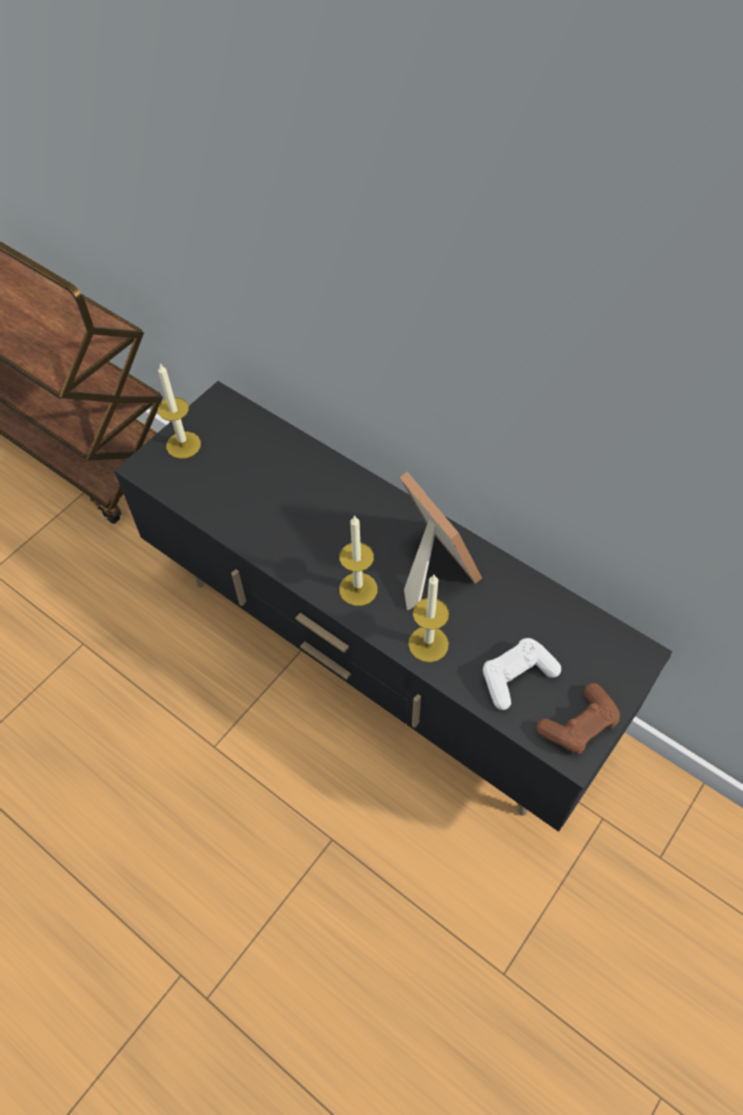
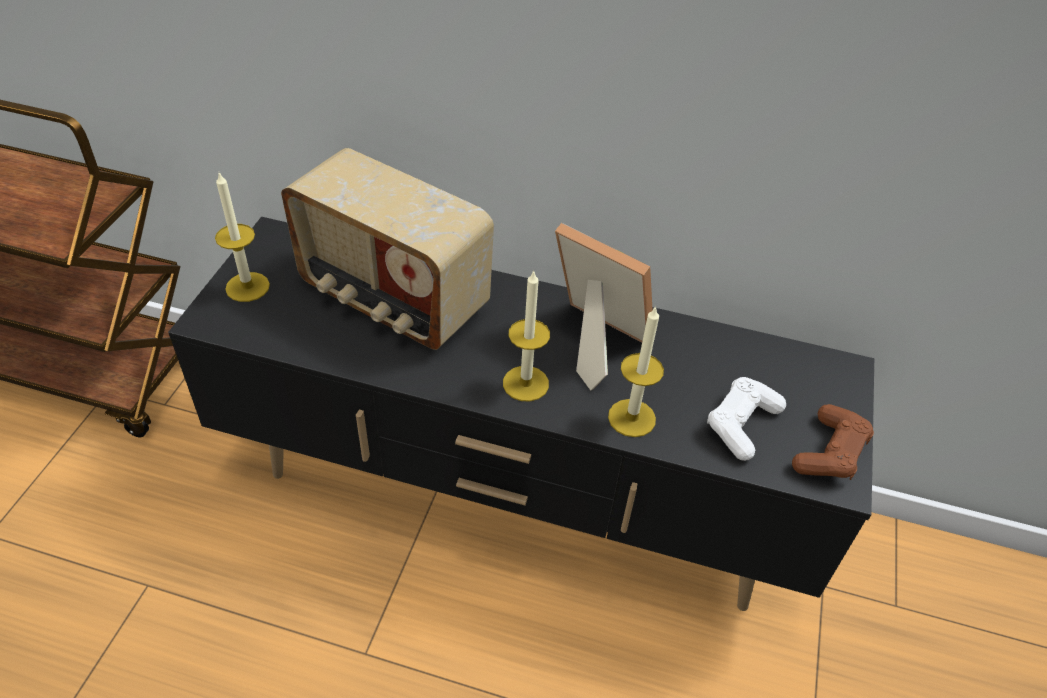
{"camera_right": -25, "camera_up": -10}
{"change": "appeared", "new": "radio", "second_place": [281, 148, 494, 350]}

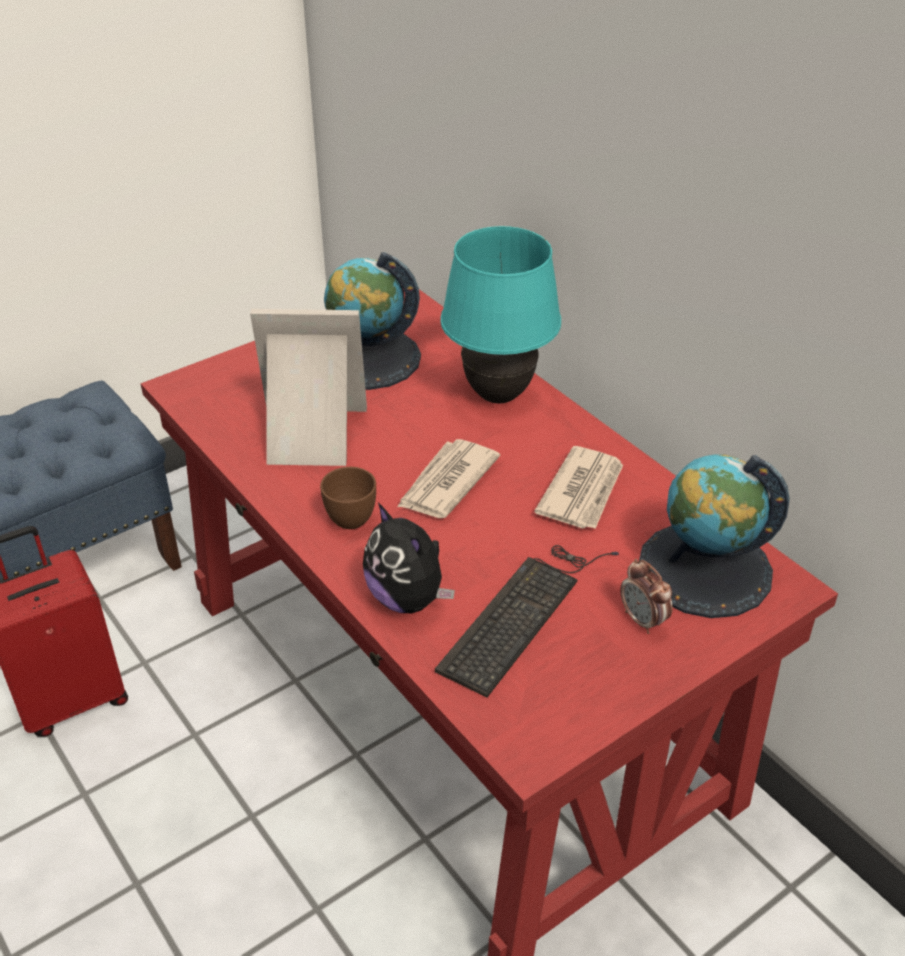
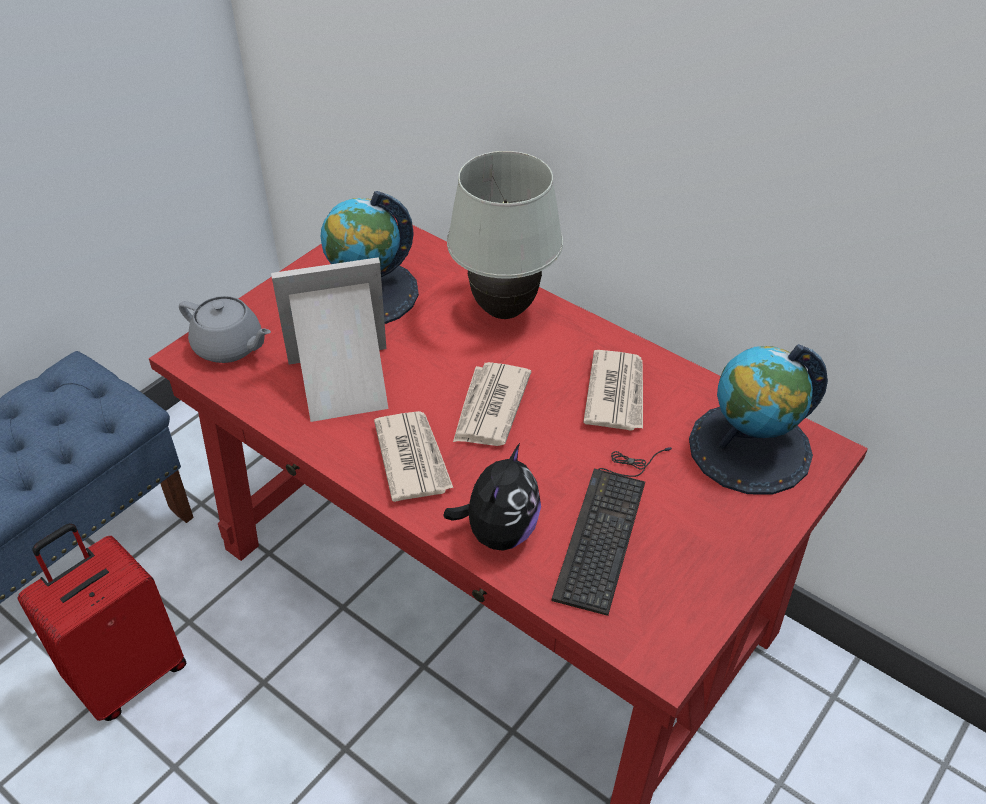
{"camera_right": -15, "camera_up": 5}
{"change": "colour", "old": "lampa stołowa (turkusowy)", "new": "lampa stołowa (biały)", "first_place": [440, 226, 561, 403], "second_place": [447, 151, 563, 319]}
{"change": "exchanged", "old": "filiżanka (brązowy)", "new": "gazeta", "first_place": [320, 467, 376, 529], "second_place": [374, 411, 453, 502]}
{"change": "spun", "old": "pluszak", "first_place": [363, 503, 455, 613], "second_place": [443, 443, 541, 551], "degrees": -105}
{"change": "missing", "old": "budzik", "first_place": [620, 559, 673, 634]}
{"change": "appeared", "new": "imbryk (szary)", "second_place": [179, 296, 271, 363]}

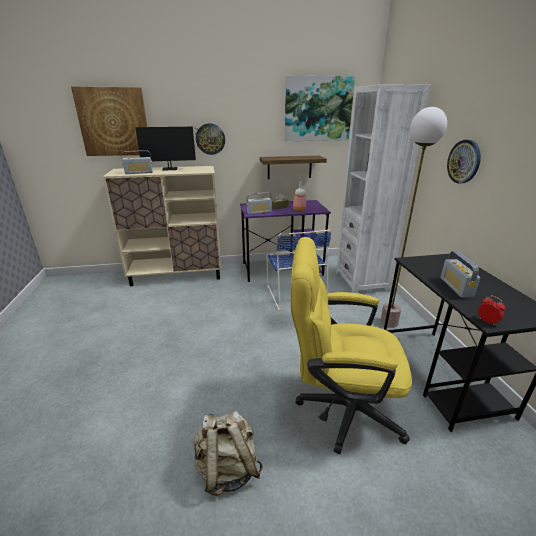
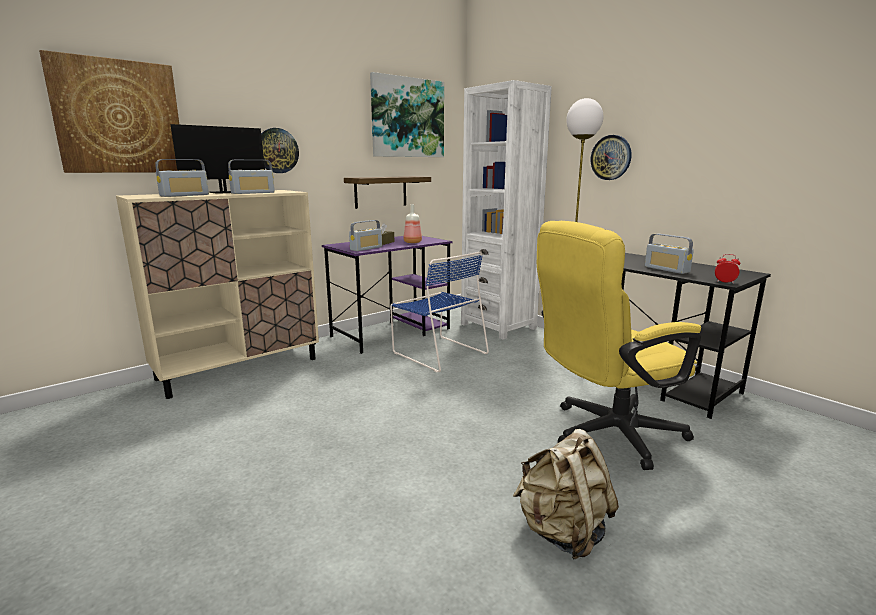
{"camera_right": -30, "camera_up": -10}
{"change": "appeared", "new": "radio", "second_place": [228, 160, 275, 194]}

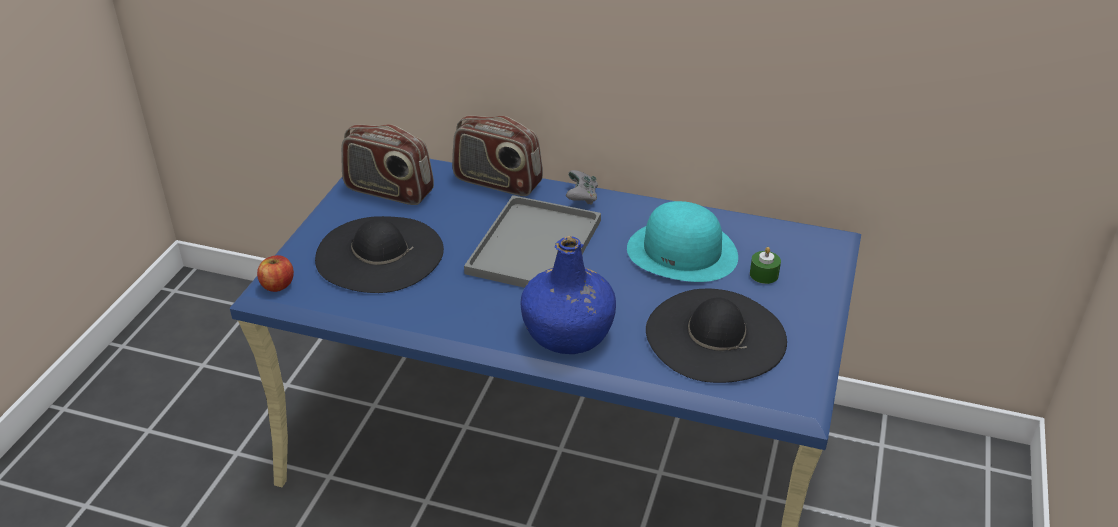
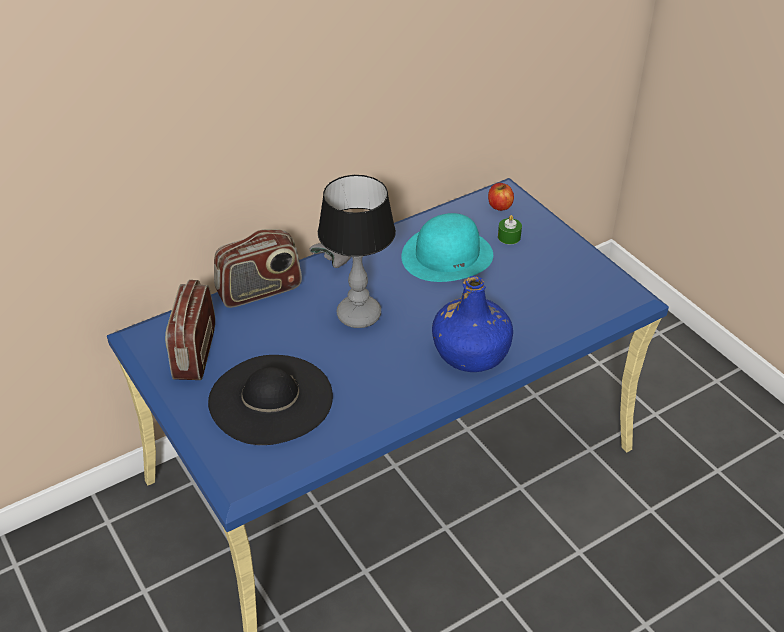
{"camera_right": -50, "camera_up": 5}
{"change": "spun", "old": "radio", "first_place": [341, 124, 434, 205], "second_place": [165, 280, 215, 380], "degrees": 120}
{"change": "exchanged", "old": "taca (szary)", "new": "lampa stołowa", "first_place": [464, 195, 601, 288], "second_place": [318, 175, 396, 328]}
{"change": "relocated", "old": "jabłko", "first_place": [257, 255, 294, 292], "second_place": [488, 183, 514, 211]}
{"change": "missing", "old": "kapelusz (czarny)", "first_place": [646, 289, 787, 383]}

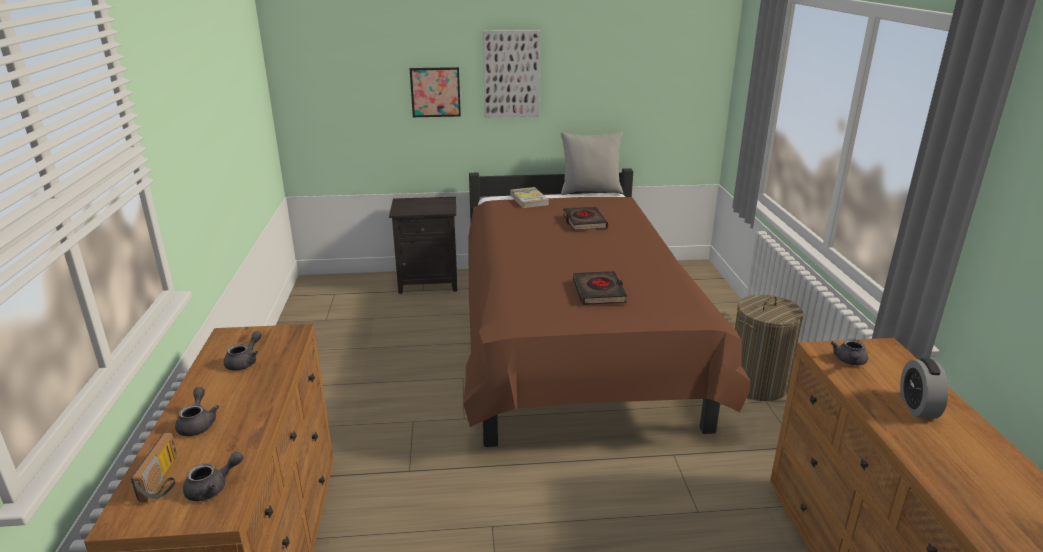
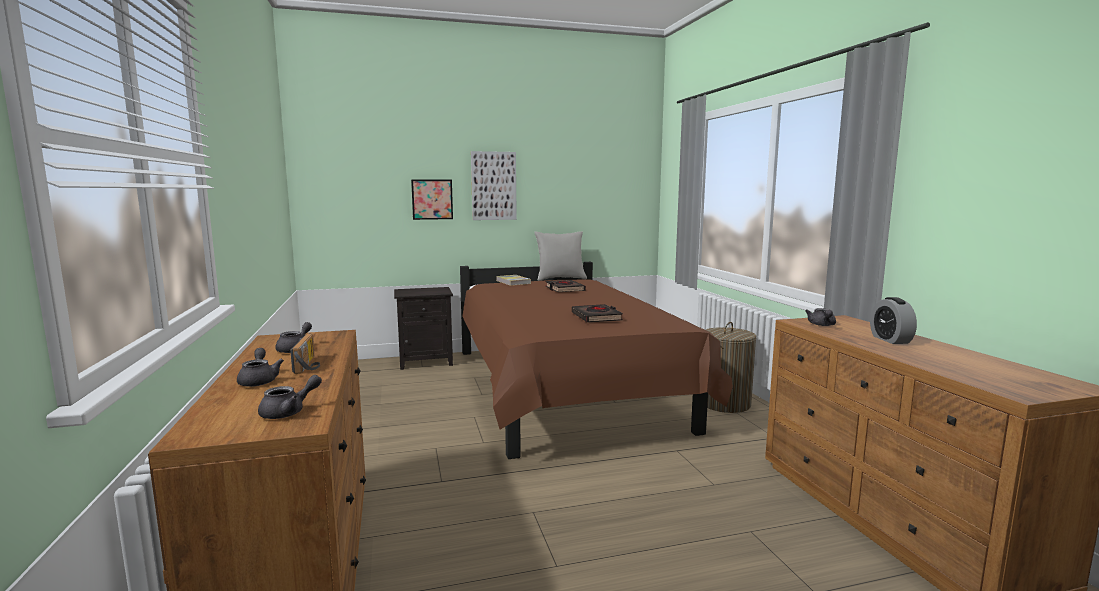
{"camera_right": -10, "camera_up": -15}
{"change": "relocated", "old": "radio", "first_place": [131, 433, 178, 502], "second_place": [290, 334, 320, 374]}

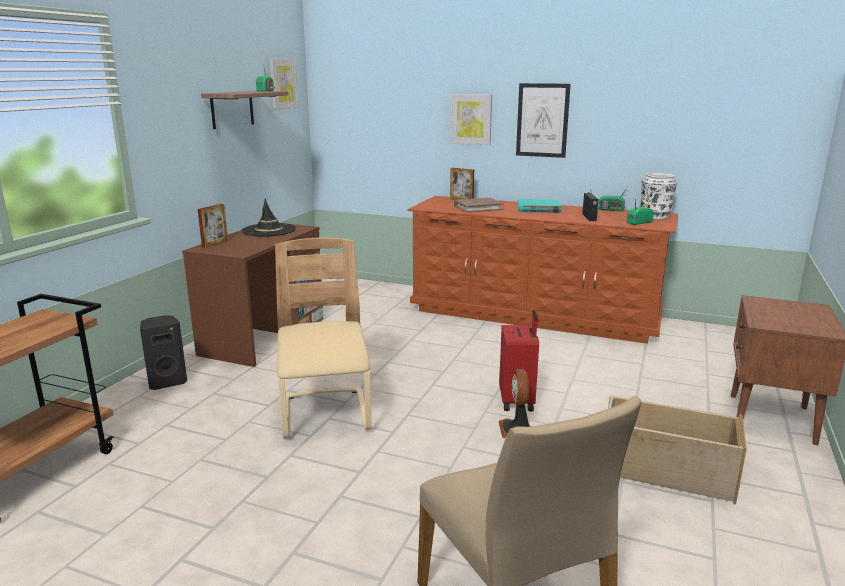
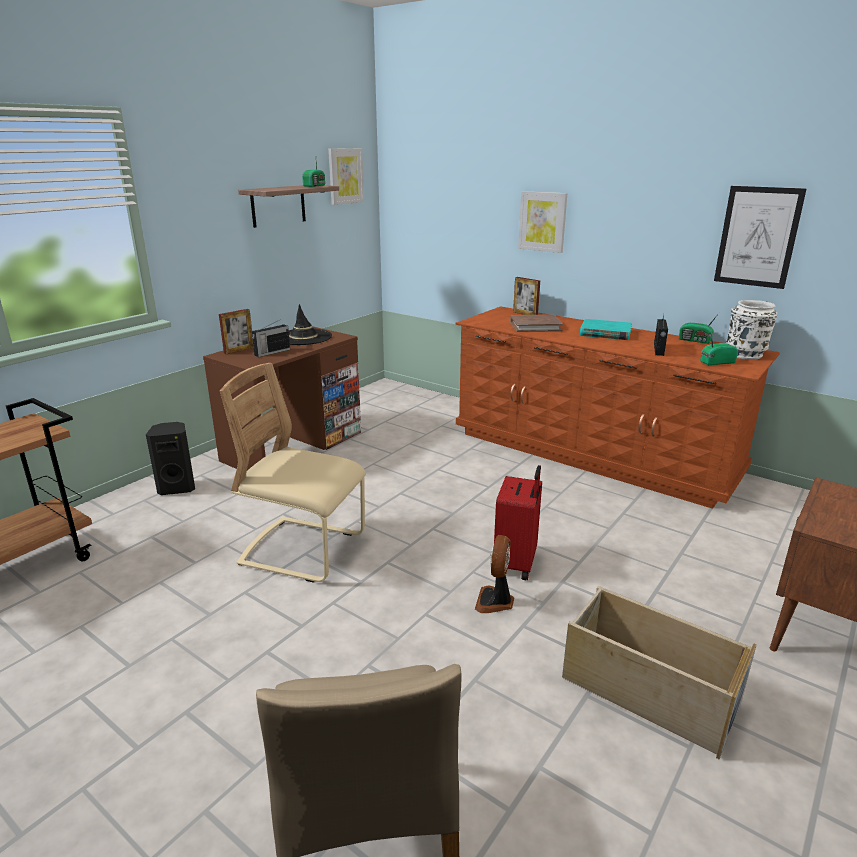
{"camera_right": 15, "camera_up": 5}
{"change": "relocated", "old": "obraz", "first_place": [516, 83, 571, 158], "second_place": [714, 186, 806, 289]}
{"change": "spun", "old": "krzesło (beżowy)", "first_place": [275, 238, 371, 438], "second_place": [220, 363, 366, 583], "degrees": -75}
{"change": "appeared", "new": "radio", "second_place": [251, 321, 290, 357]}

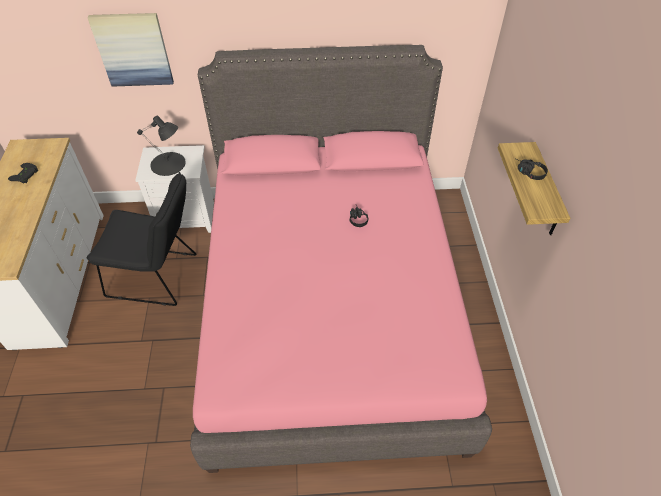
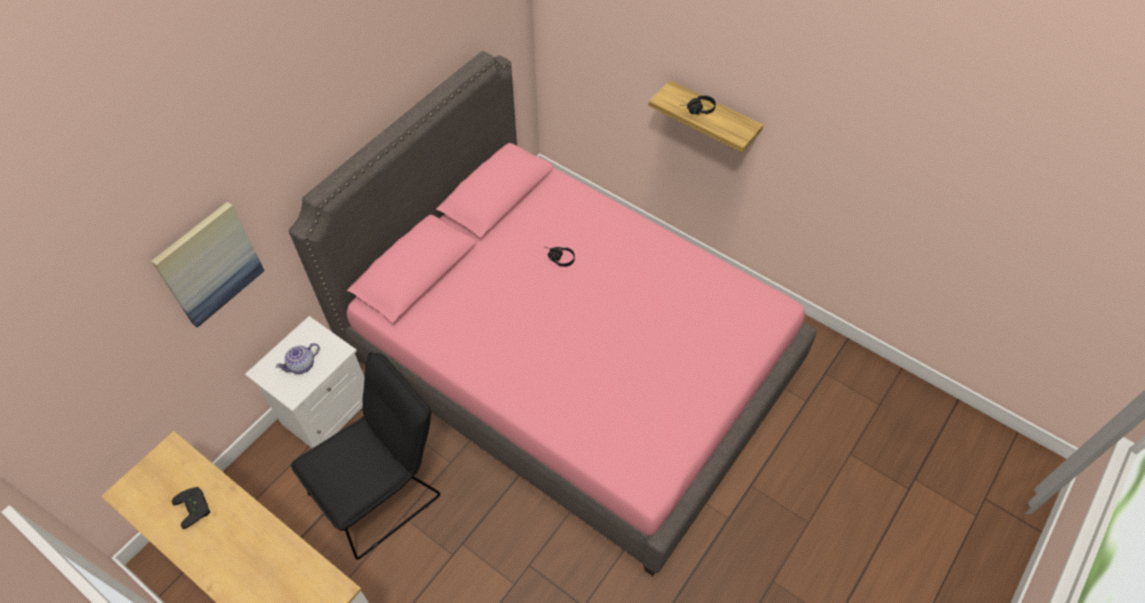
{"camera_right": -50, "camera_up": 5}
{"change": "exchanged", "old": "lampa stołowa (czarny)", "new": "imbryk", "first_place": [137, 116, 186, 176], "second_place": [275, 343, 320, 374]}

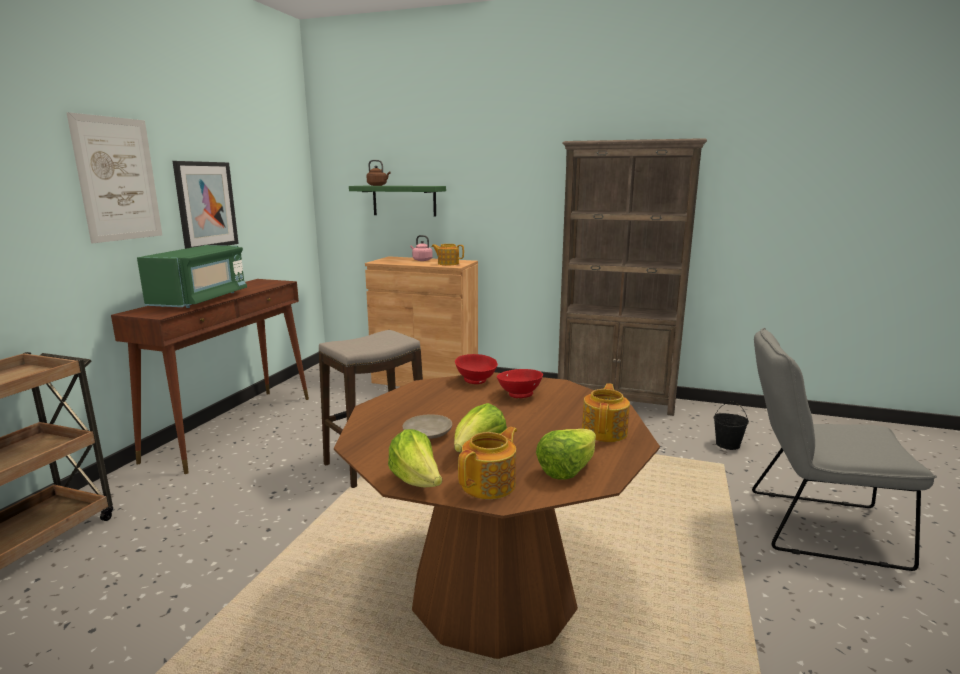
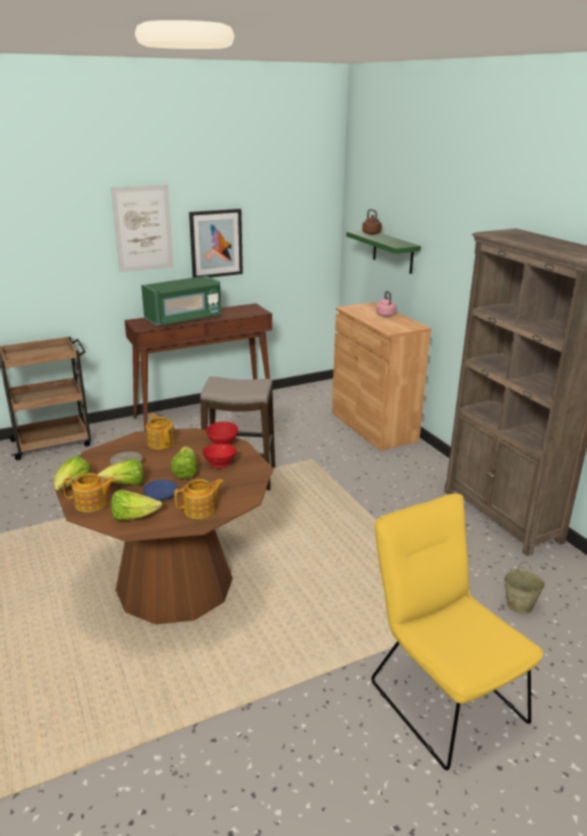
{"camera_right": 45, "camera_up": 10}
{"change": "relocated", "old": "imbryk", "first_place": [431, 244, 464, 265], "second_place": [146, 413, 175, 450]}
{"change": "colour", "old": "krzesło (szary)", "new": "krzesło (żółty)", "first_place": [752, 328, 937, 571], "second_place": [371, 494, 543, 770]}
{"change": "colour", "old": "wiadro (czarny)", "new": "wiadro (beżowy)", "first_place": [714, 401, 749, 450], "second_place": [504, 562, 545, 614]}
{"change": "appeared", "new": "sałata", "second_place": [170, 446, 198, 479]}
{"change": "appeared", "new": "talerz (niebieski)", "second_place": [143, 480, 178, 500]}

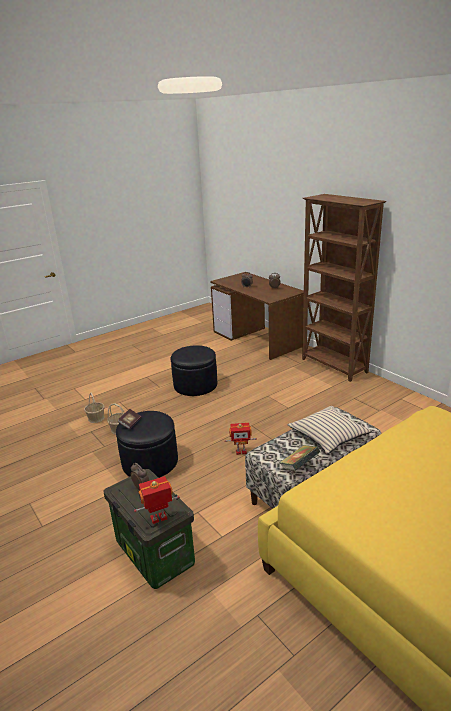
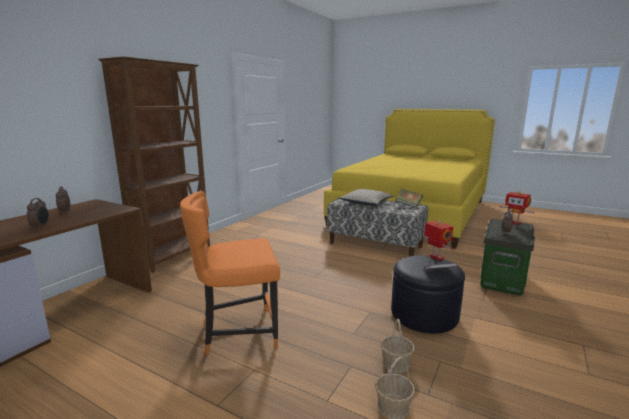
{"camera_right": -115, "camera_up": -10}
{"change": "exchanged", "old": "pufa (czarny)", "new": "krzesło (pomarańczowy)", "first_place": [170, 345, 217, 396], "second_place": [180, 191, 280, 356]}
{"change": "relocated", "old": "robot zabawkowy", "first_place": [225, 423, 257, 455], "second_place": [424, 221, 453, 261]}

